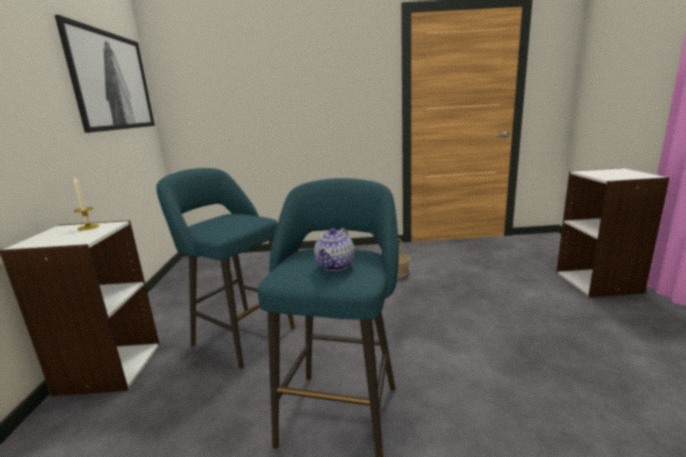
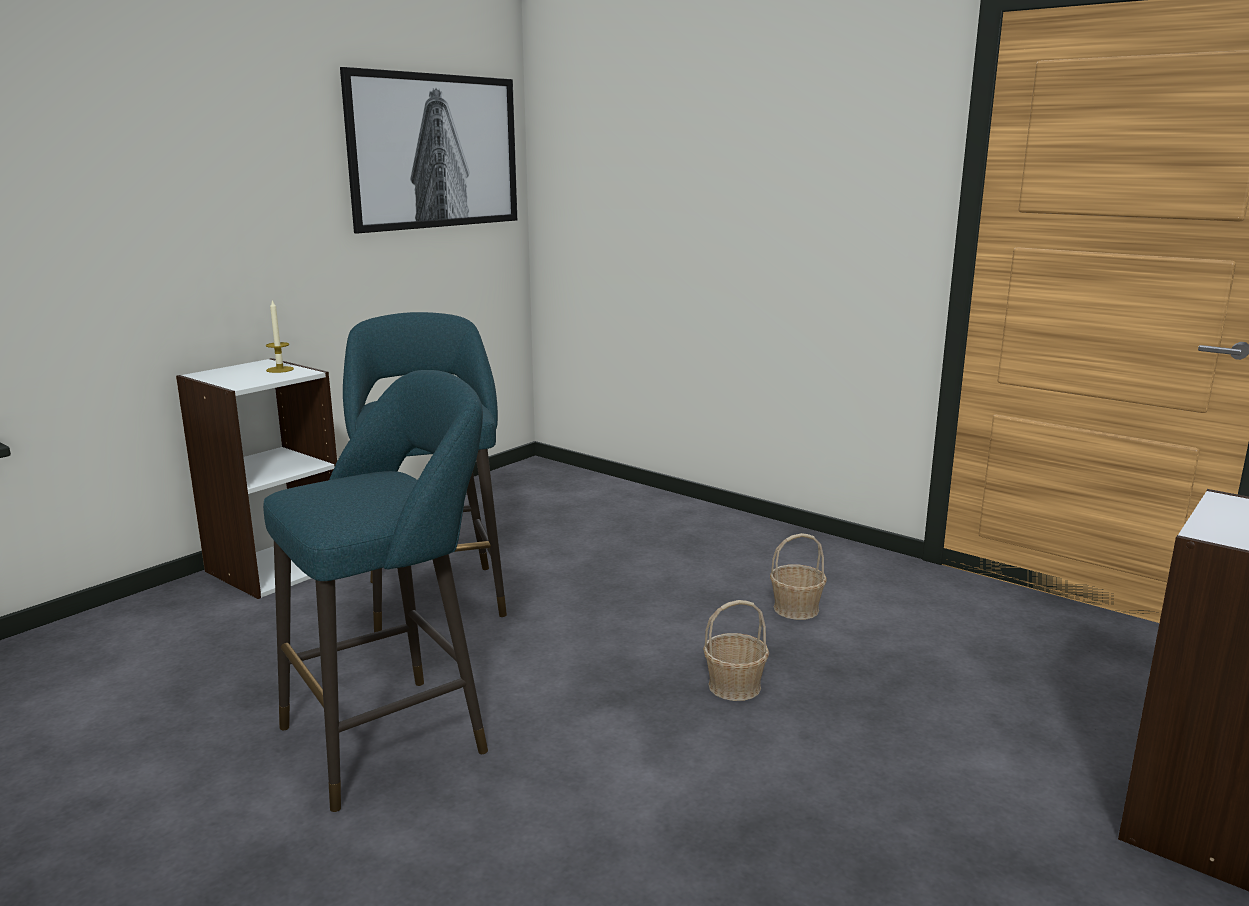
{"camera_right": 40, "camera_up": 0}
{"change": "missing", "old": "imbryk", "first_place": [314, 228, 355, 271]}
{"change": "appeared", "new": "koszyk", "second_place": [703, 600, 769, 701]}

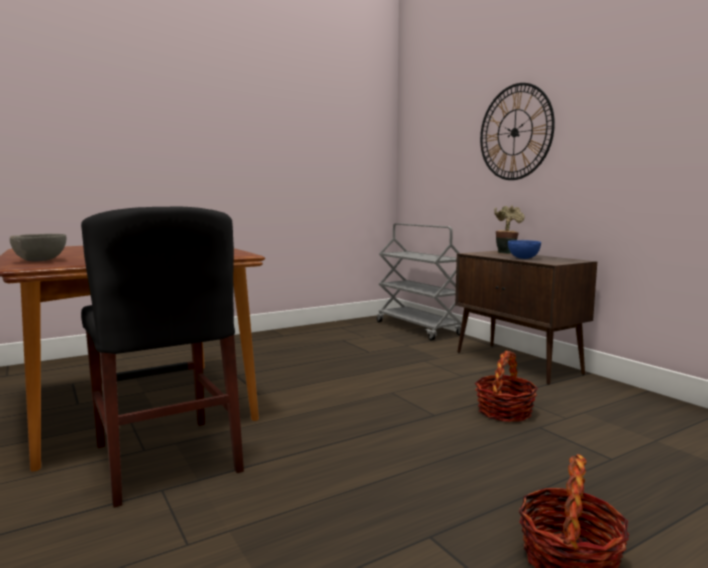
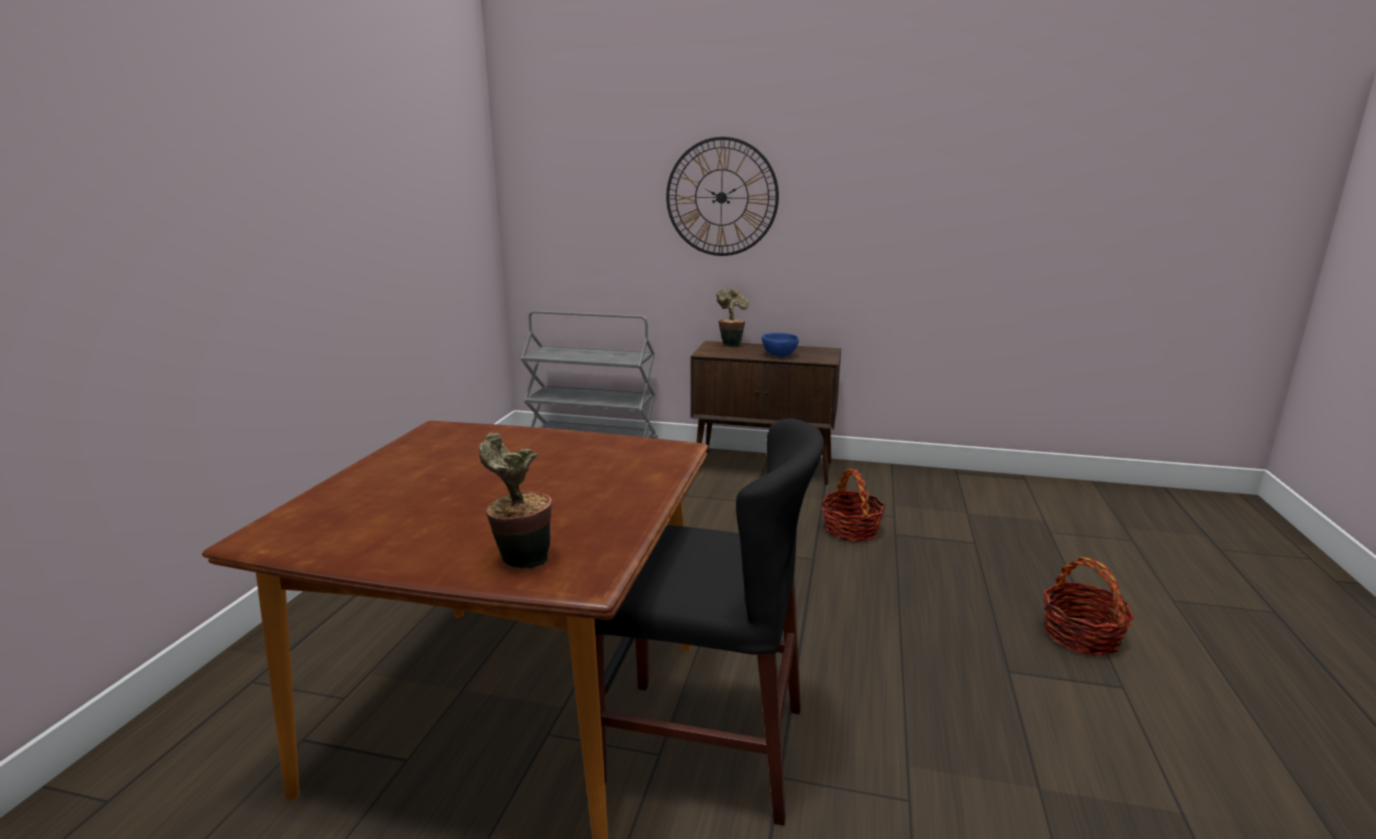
{"camera_right": -45, "camera_up": 10}
{"change": "exchanged", "old": "miska (szary)", "new": "roślina doniczkowa", "first_place": [10, 234, 66, 262], "second_place": [479, 433, 552, 569]}

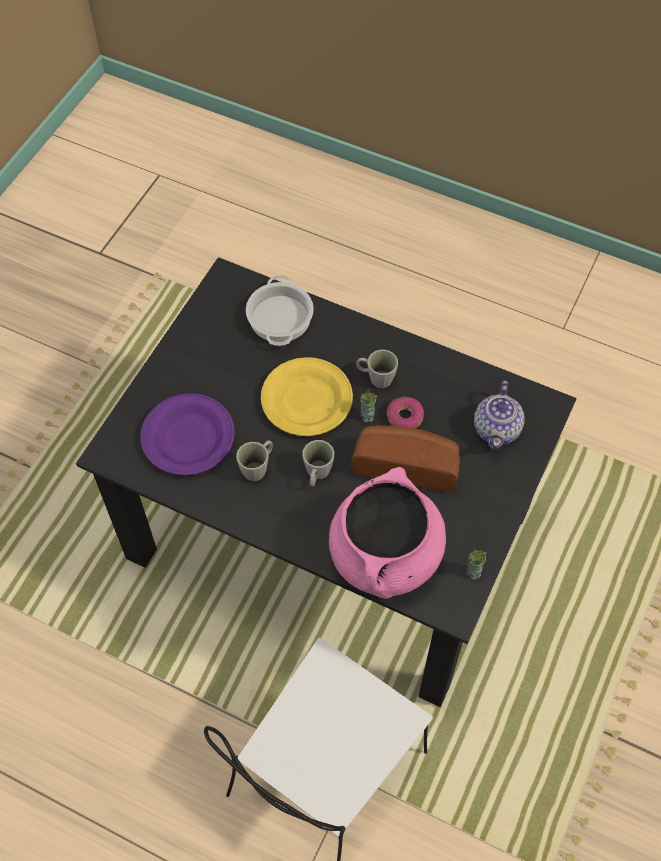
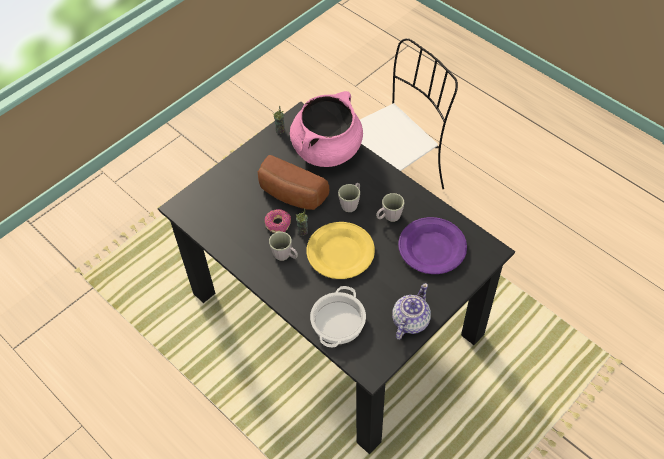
{"camera_right": -160, "camera_up": -5}
{"change": "relocated", "old": "imbryk", "first_place": [474, 380, 524, 450], "second_place": [392, 283, 431, 340]}

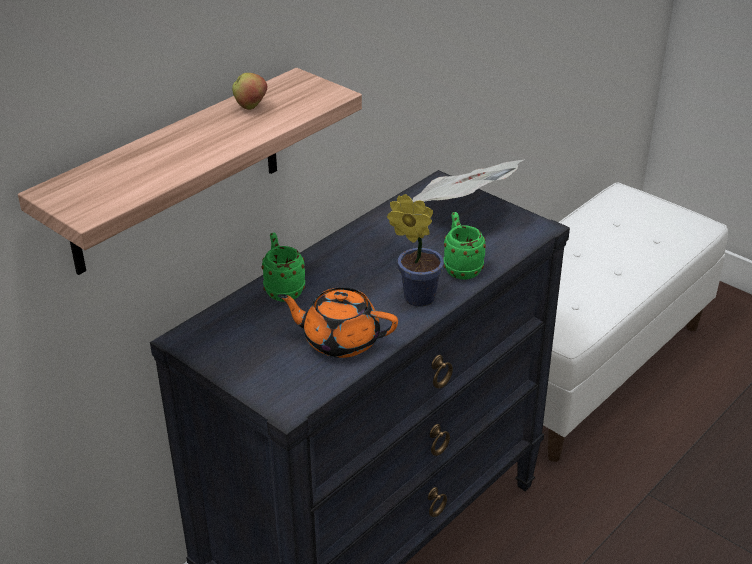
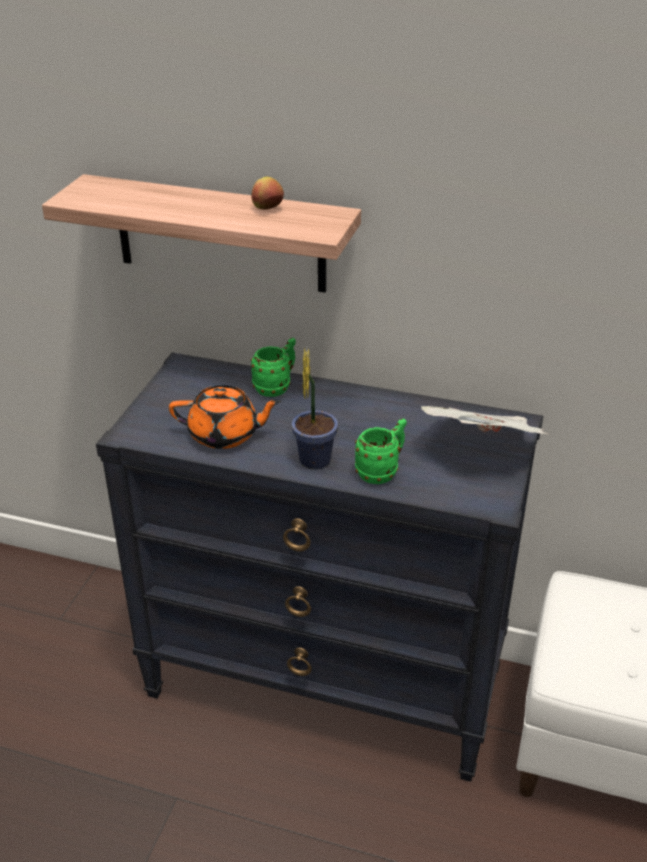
{"camera_right": 65, "camera_up": 0}
{"change": "spun", "old": "imbryk (pomarańczowy)", "first_place": [278, 287, 398, 358], "second_place": [169, 385, 281, 449], "degrees": 105}

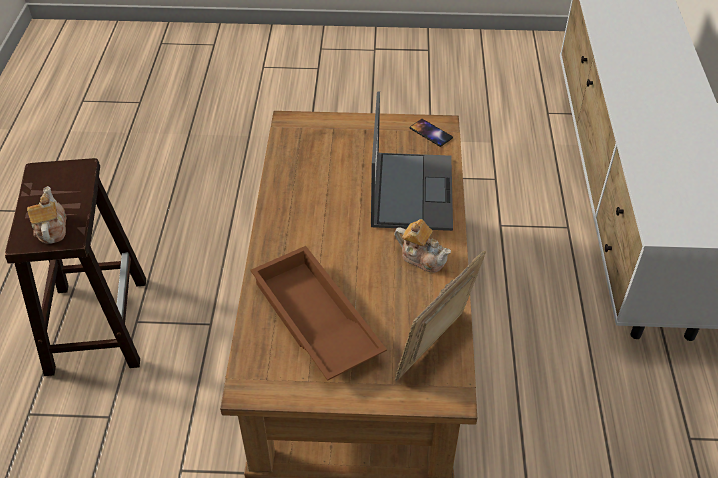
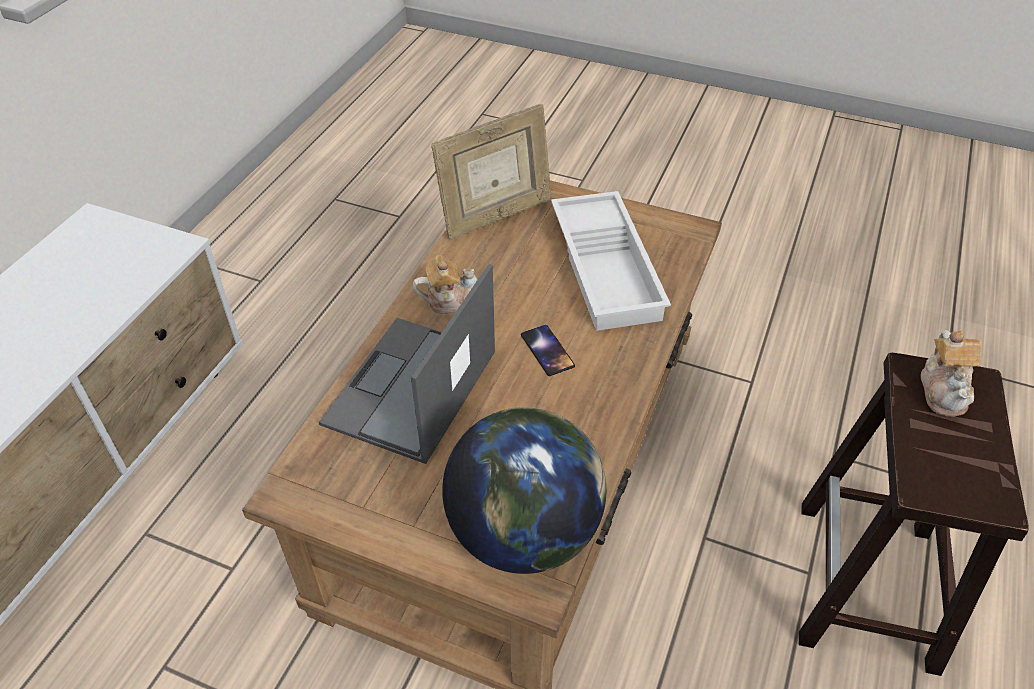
{"camera_right": -160, "camera_up": 0}
{"change": "relocated", "old": "telefon", "first_place": [409, 119, 453, 147], "second_place": [521, 325, 575, 376]}
{"change": "spun", "old": "imbryk", "first_place": [394, 219, 451, 273], "second_place": [413, 255, 479, 314], "degrees": 120}
{"change": "colour", "old": "taca (brązowy)", "new": "taca (biały)", "first_place": [251, 246, 387, 381], "second_place": [551, 191, 671, 331]}
{"change": "appeared", "new": "globus", "second_place": [442, 407, 607, 574]}

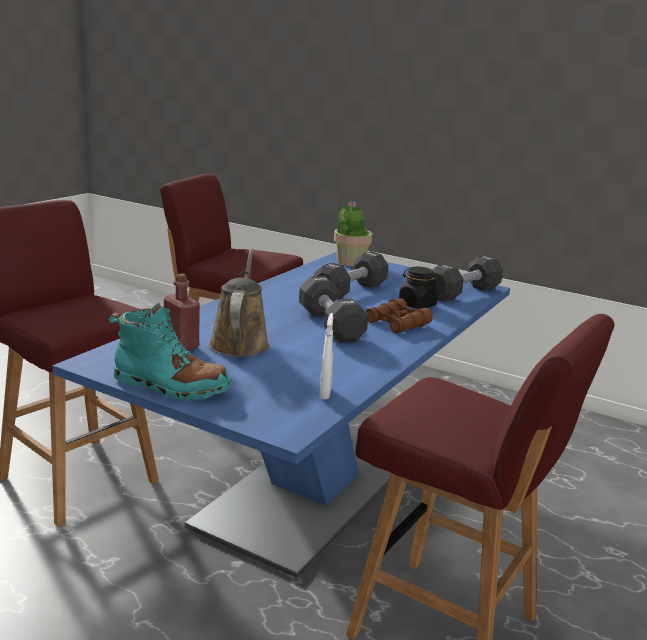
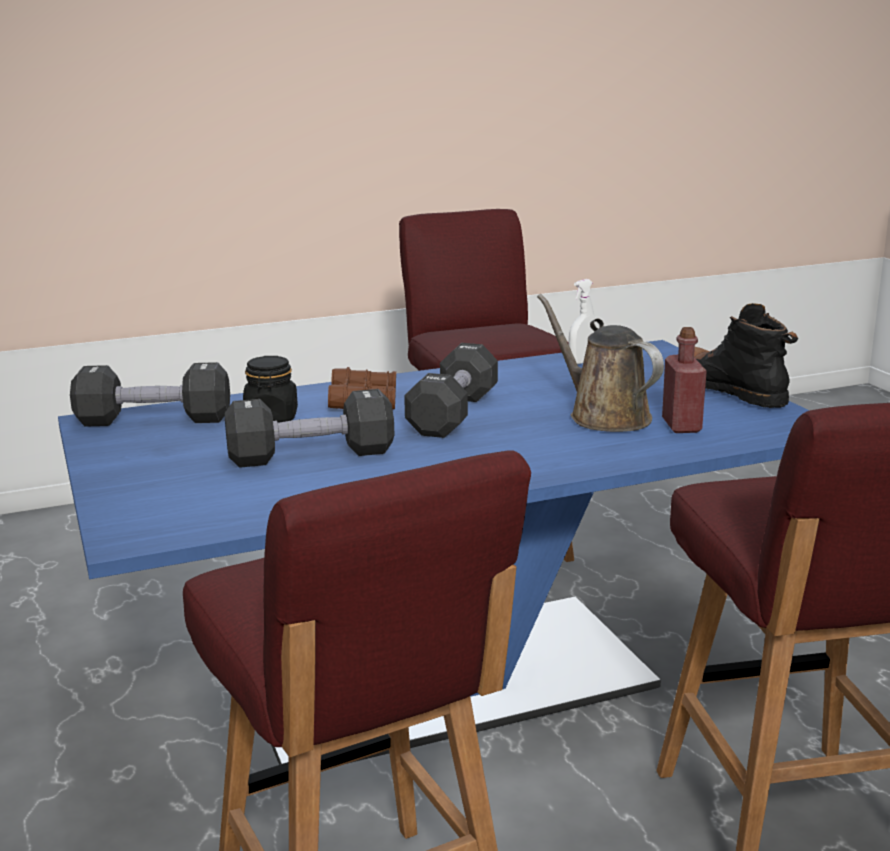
{"camera_right": -140, "camera_up": 0}
{"change": "missing", "old": "roślina doniczkowa", "first_place": [334, 201, 373, 267]}
{"change": "spun", "old": "konewka (brązowy)", "first_place": [209, 249, 269, 357], "second_place": [537, 294, 664, 432], "degrees": 105}
{"change": "colour", "old": "but z cholewką (turkusowy)", "new": "but z cholewką (czarny)", "first_place": [108, 303, 232, 401], "second_place": [694, 303, 799, 408]}

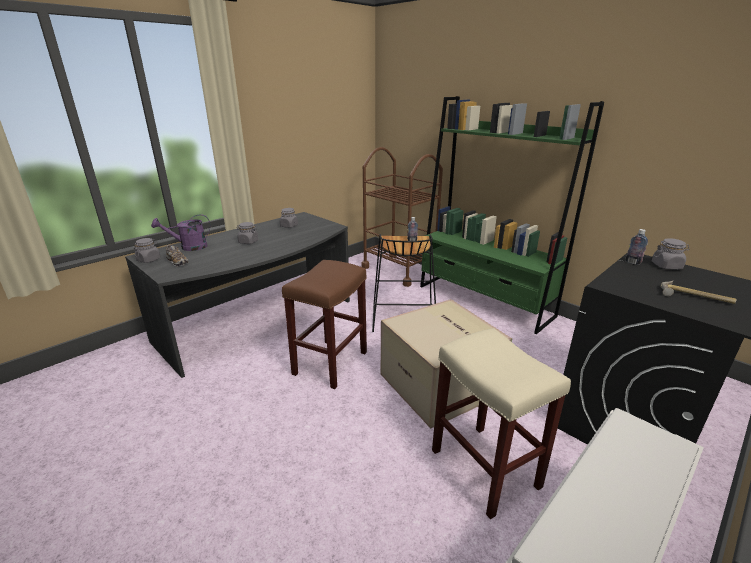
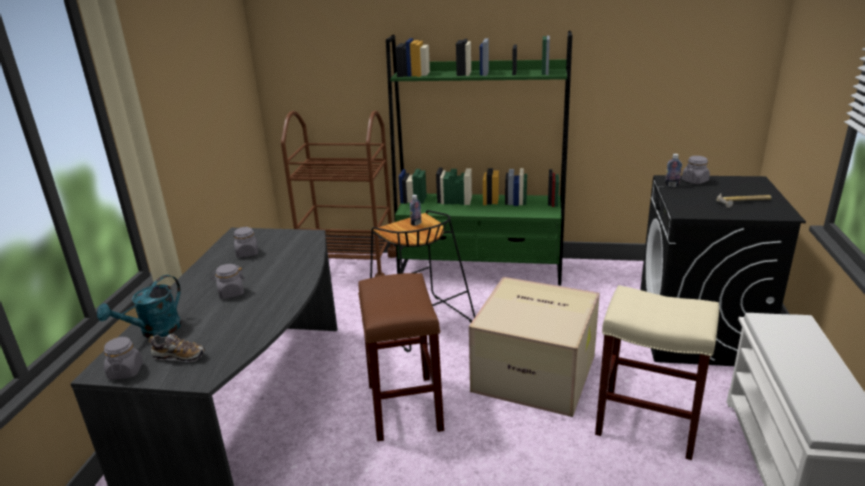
{"camera_right": -35, "camera_up": 0}
{"change": "colour", "old": "konewka (fioletowy)", "new": "konewka (turkusowy)", "first_place": [151, 214, 210, 251], "second_place": [97, 275, 182, 338]}

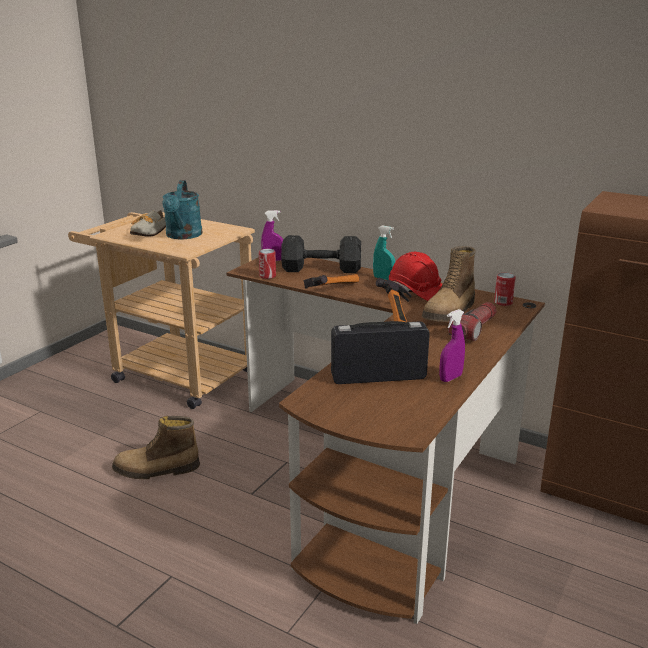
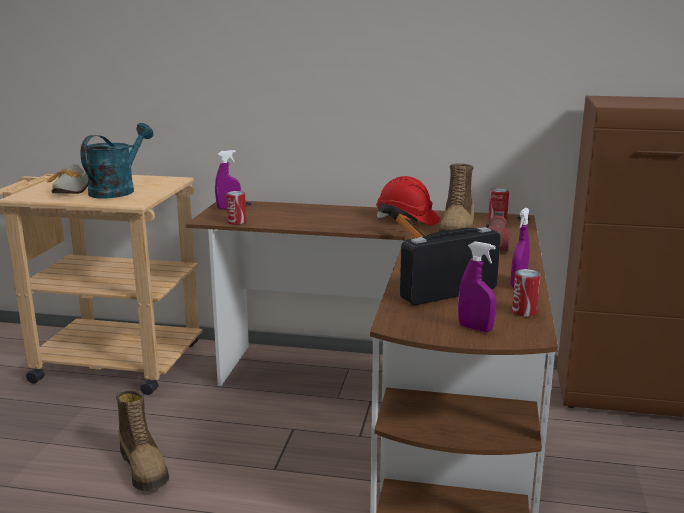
{"camera_right": -20, "camera_up": -5}
{"change": "spun", "old": "konewka (turkusowy)", "first_place": [162, 180, 203, 239], "second_place": [80, 123, 153, 198], "degrees": -135}
{"change": "missing", "old": "spryskiwacz (turkusowy)", "first_place": [373, 225, 395, 280]}
{"change": "missing", "old": "hantel (czarny)", "first_place": [281, 235, 361, 273]}
{"change": "missing", "old": "młotek", "first_place": [303, 274, 359, 289]}
{"change": "spun", "old": "but z cholewką", "first_place": [112, 416, 200, 479], "second_place": [116, 389, 169, 491], "degrees": -90}
{"change": "appeared", "new": "spryskiwacz (fioletowy)", "second_place": [458, 241, 496, 332]}
{"change": "appeared", "new": "puszka", "second_place": [512, 269, 541, 317]}

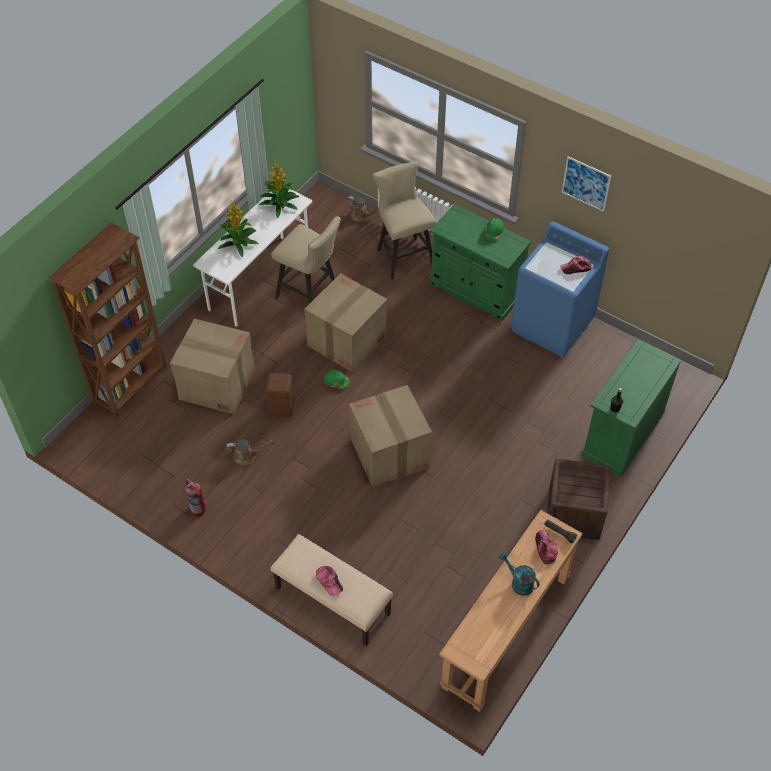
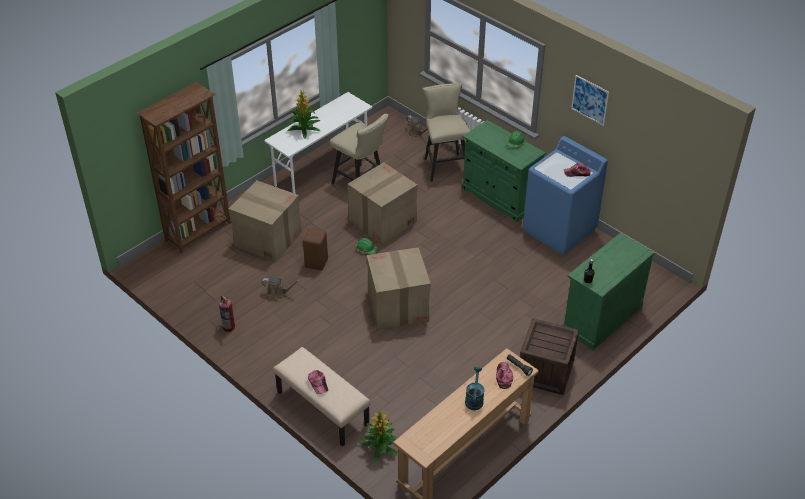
{"camera_right": 10, "camera_up": -10}
{"change": "relocated", "old": "roślina doniczkowa", "first_place": [259, 161, 299, 218], "second_place": [359, 409, 398, 463]}
{"change": "spun", "old": "konewka (turkusowy)", "first_place": [499, 552, 539, 596], "second_place": [465, 367, 485, 410], "degrees": 45}

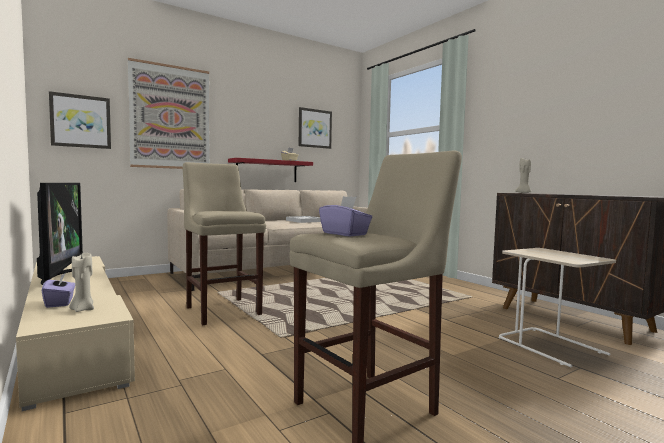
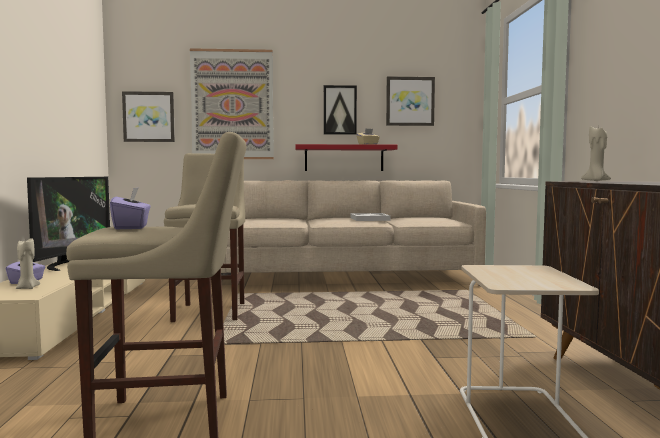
{"camera_right": 30, "camera_up": 0}
{"change": "appeared", "new": "obraz", "second_place": [324, 85, 357, 135]}

